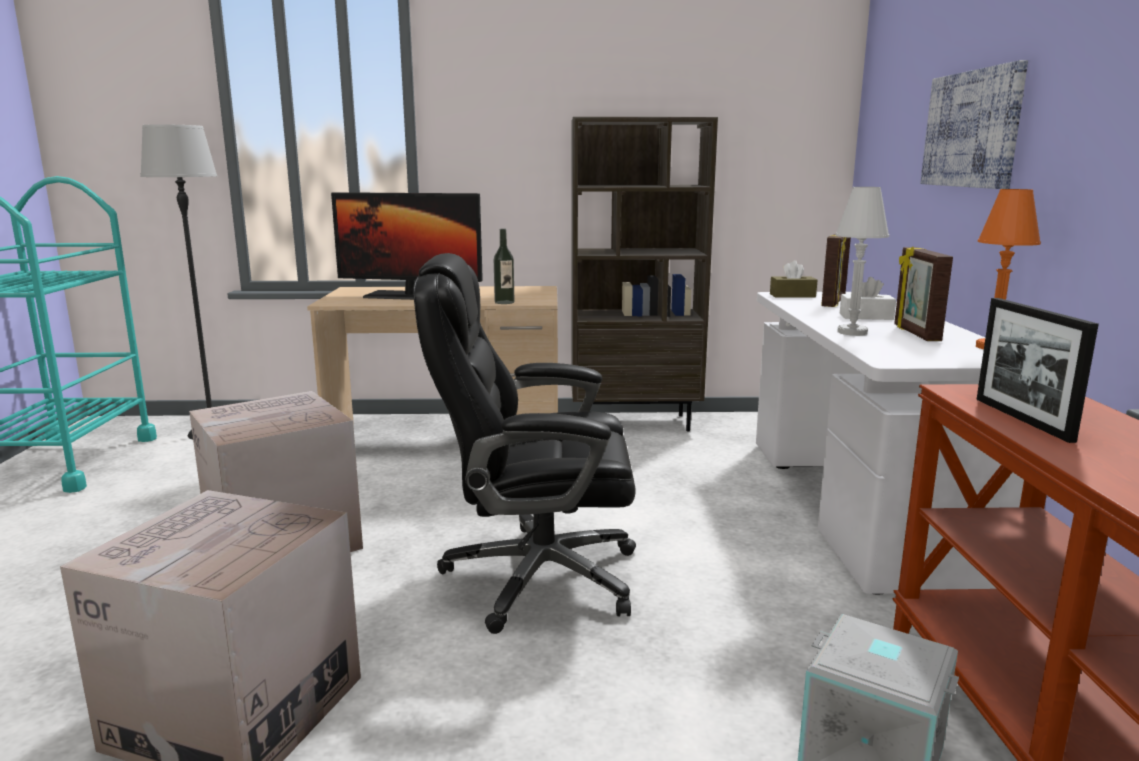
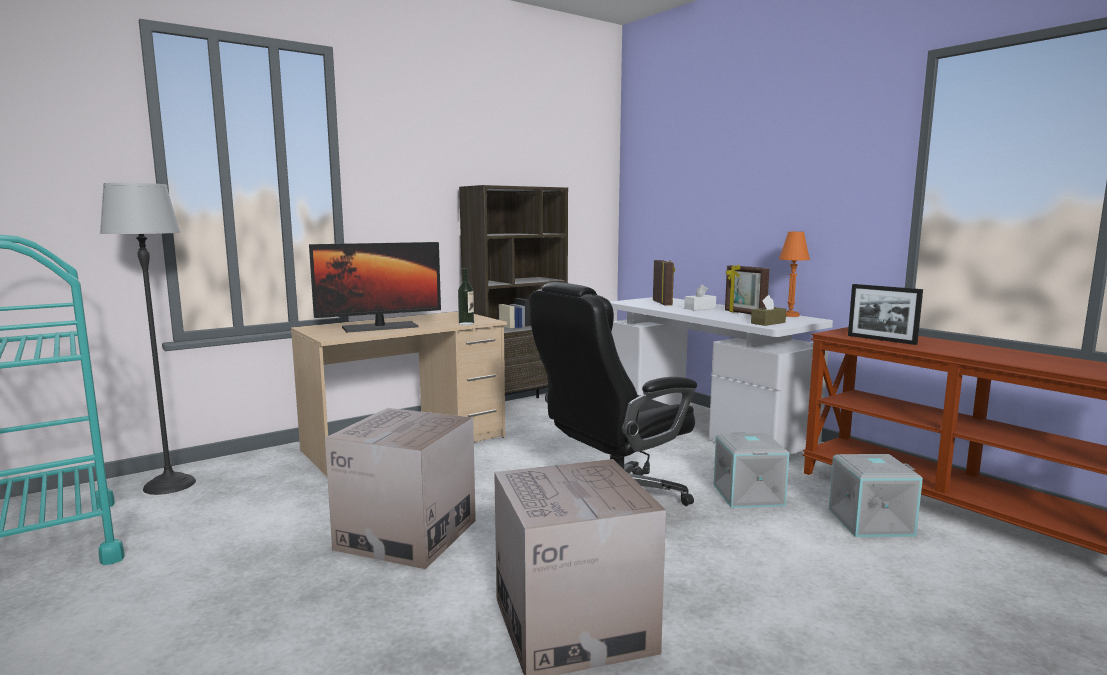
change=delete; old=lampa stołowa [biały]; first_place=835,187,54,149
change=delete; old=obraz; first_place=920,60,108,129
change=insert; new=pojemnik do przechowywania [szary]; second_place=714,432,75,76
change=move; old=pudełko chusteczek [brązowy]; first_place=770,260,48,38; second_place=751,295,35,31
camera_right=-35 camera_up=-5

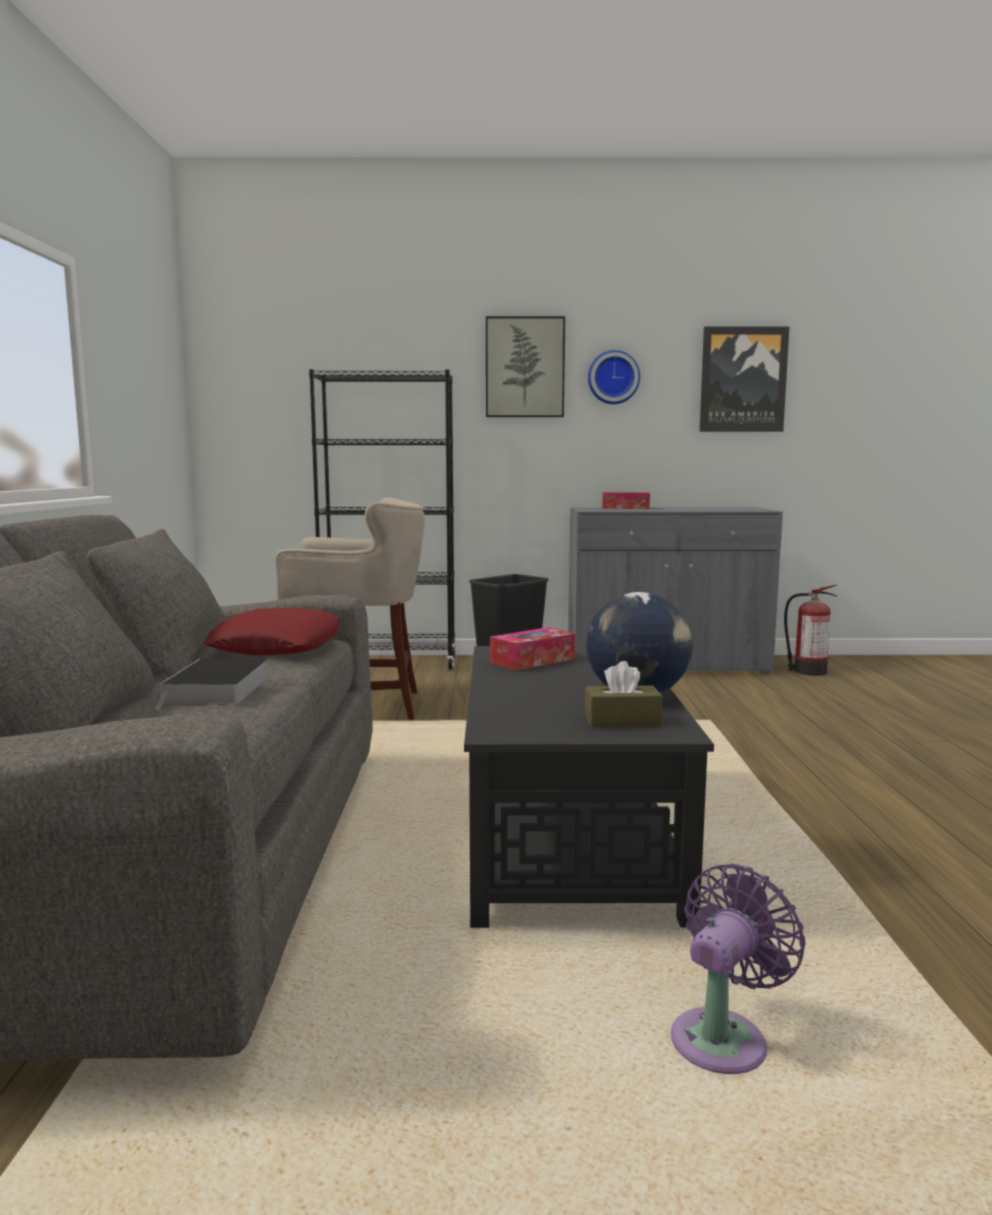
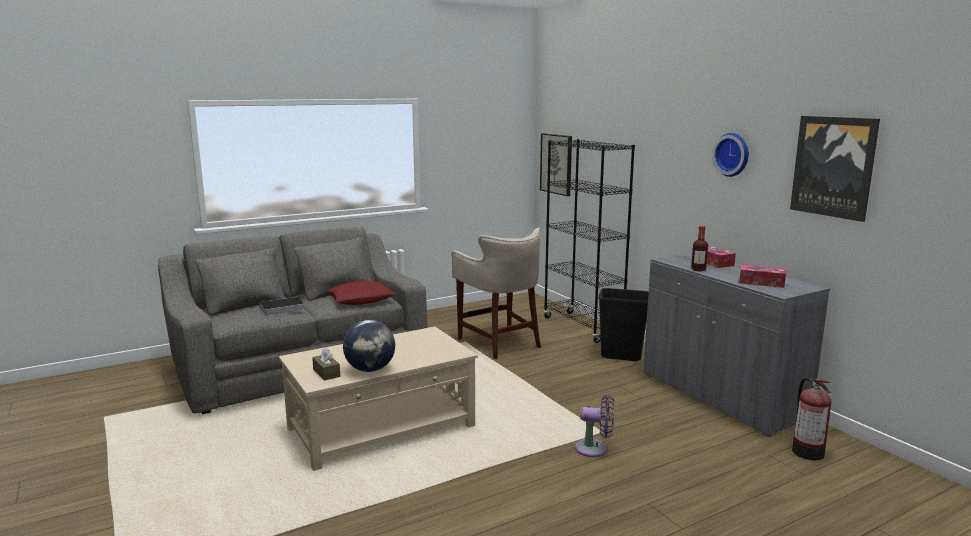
change=insert; new=butelka; second_place=691,226,17,45
change=move; old=obraz; first_place=486,316,79,101; second_place=540,133,32,63
change=move; old=pudełko chusteczek; first_place=490,627,85,44; second_place=739,265,47,23
change=move; old=wentylator [fioletowy]; first_place=671,864,135,210; second_place=575,395,39,62
change=recolor; old=ława [czarny]; new=ława [beżowy]; first_place=464,646,250,282; second_place=279,327,199,144
camera_right=60 camera_up=5

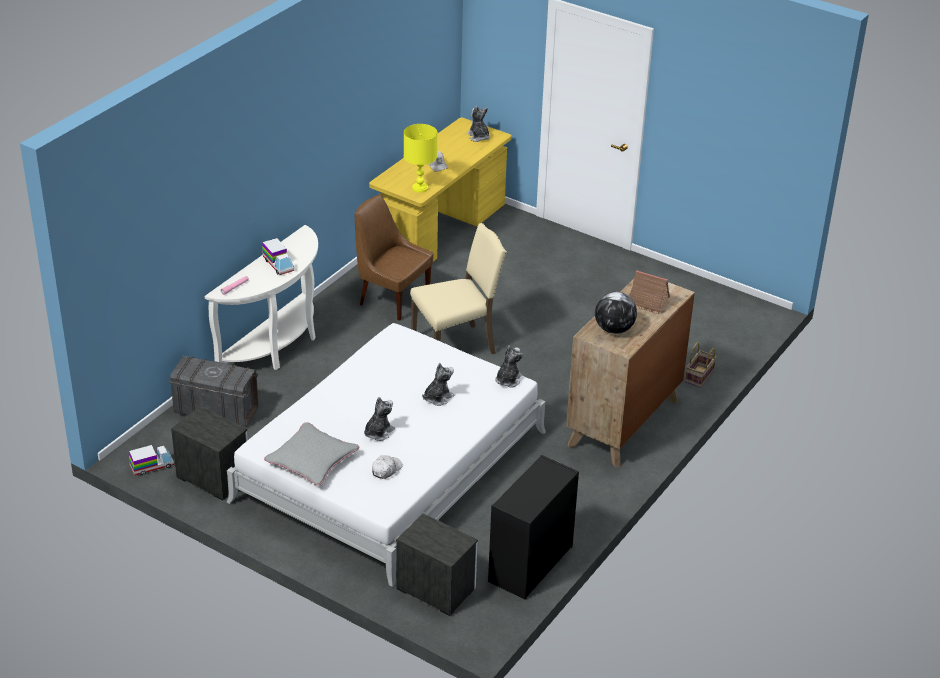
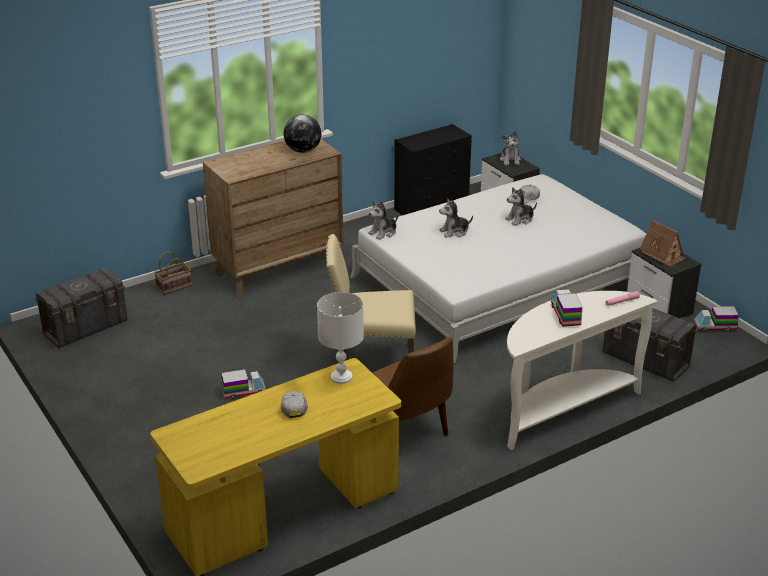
change=delete; old=poduszka [szary]; first_place=264,422,95,63
change=insert; new=pojemnik do przechowywania [szary]; second_place=35,267,93,81
change=insert; new=ciężarówka zabawkowa; second_place=221,369,45,30
change=move; old=pluszak; first_place=467,106,23,36; second_place=500,131,21,34
change=move; old=domek; first_place=628,270,42,44; second_place=640,220,46,46
change=recolor; old=lampa stołowa [żółty]; new=lampa stołowa [biały]; first_place=404,124,33,69; second_place=317,292,47,92
camera_right=-155 camera_up=-5

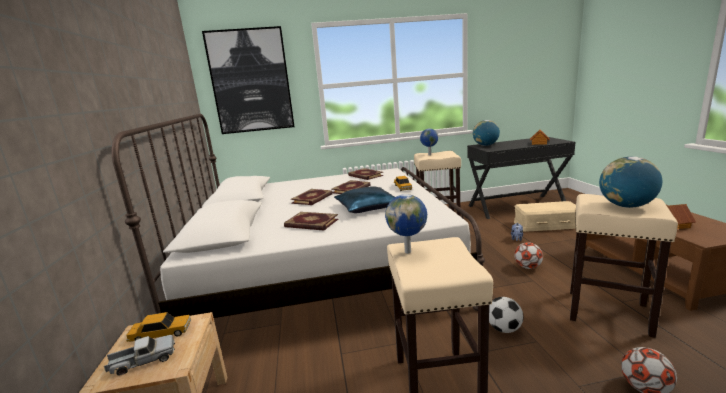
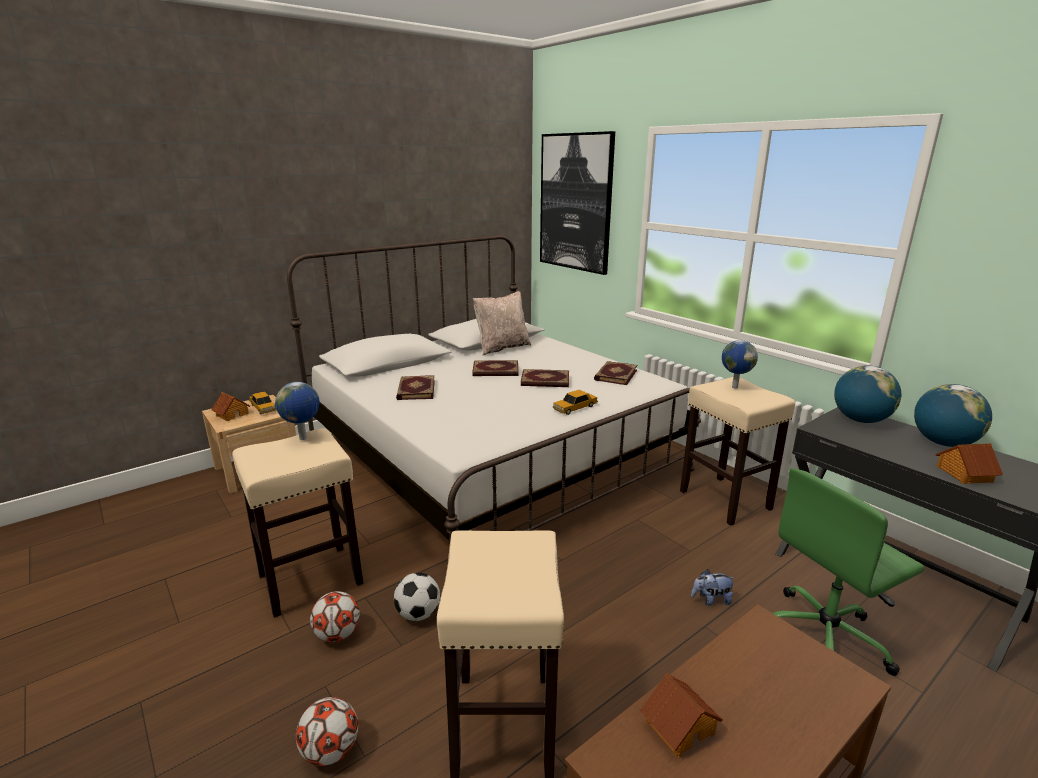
change=delete; old=poduszka [niebieski]; first_place=334,186,61,27
change=insert; new=poduszka [beżowy]; second_place=473,291,58,64
change=move; old=piłka futbolowa; first_place=514,242,29,27; second_place=310,591,50,51
change=move; old=globus; first_place=599,157,63,51; second_place=914,384,78,63
change=replace; old=ciężarówka zabawkowa; new=domek; first_place=104,335,71,41; second_place=211,392,39,29
change=replace; old=pojemnik do przechowywania [beżowy]; new=krzesło biurowe [zielony]; first_place=514,201,62,31; second_place=773,468,152,208
camera_right=60 camera_up=5

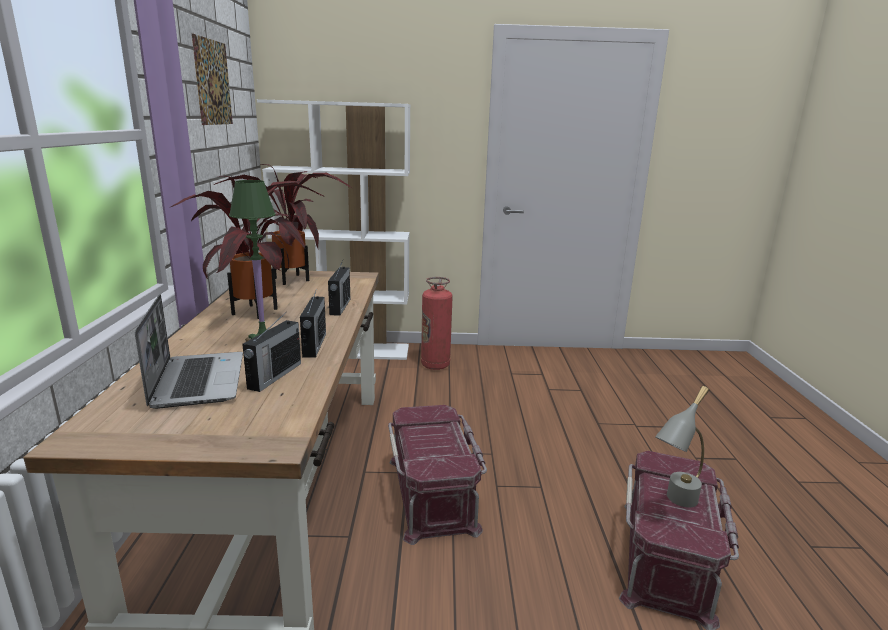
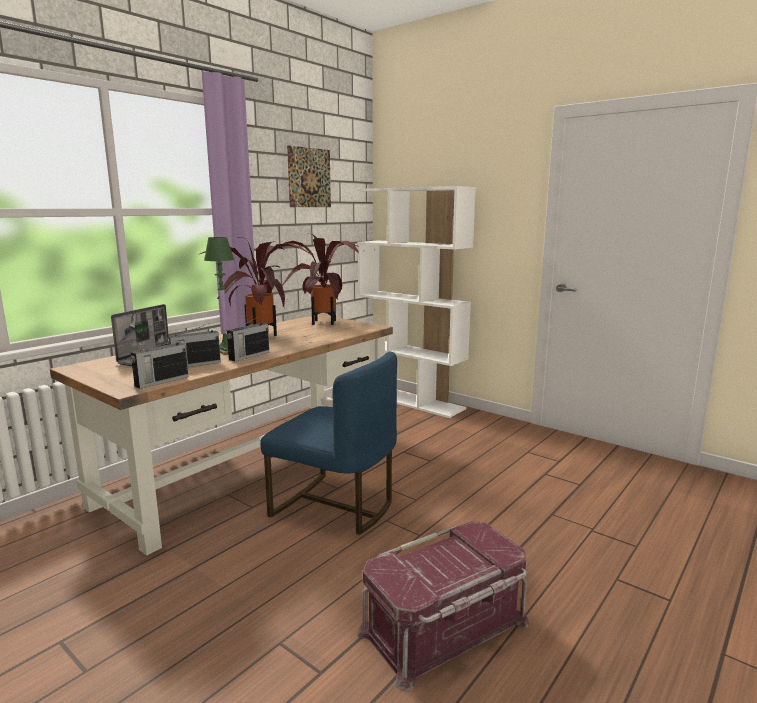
change=delete; old=gaśnica; first_place=421,277,32,93
change=delete; old=lampa stołowa [szary]; first_place=655,386,54,122
change=move; old=radio; first_place=328,261,22,55; second_place=130,335,58,54
change=replace; old=pojemnik do przechowywania [czerwony]; new=krzesło [niebieski]; first_place=388,405,99,140; second_place=260,352,137,183
camera_right=40 camera_up=-5

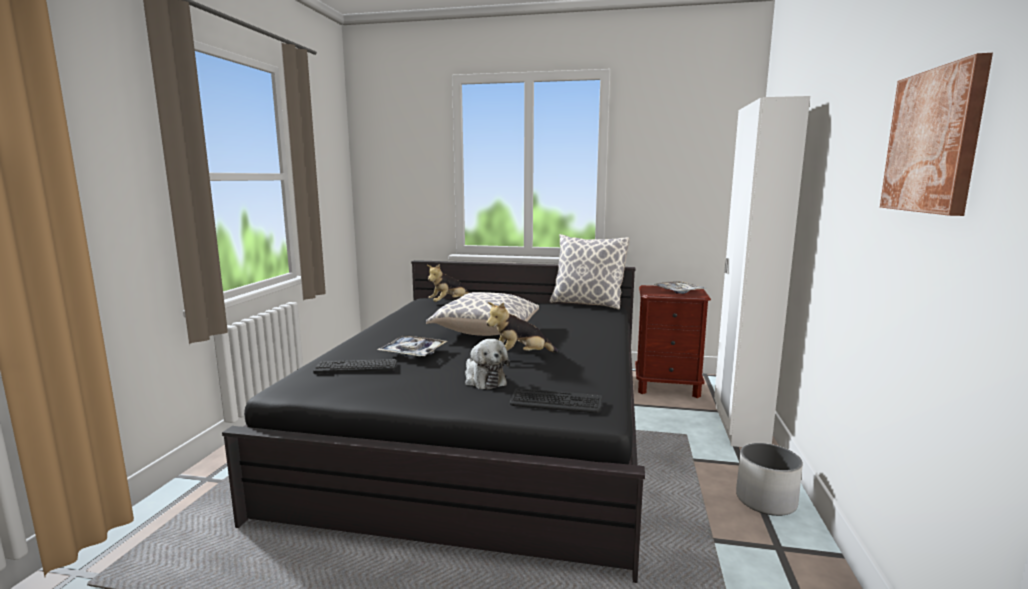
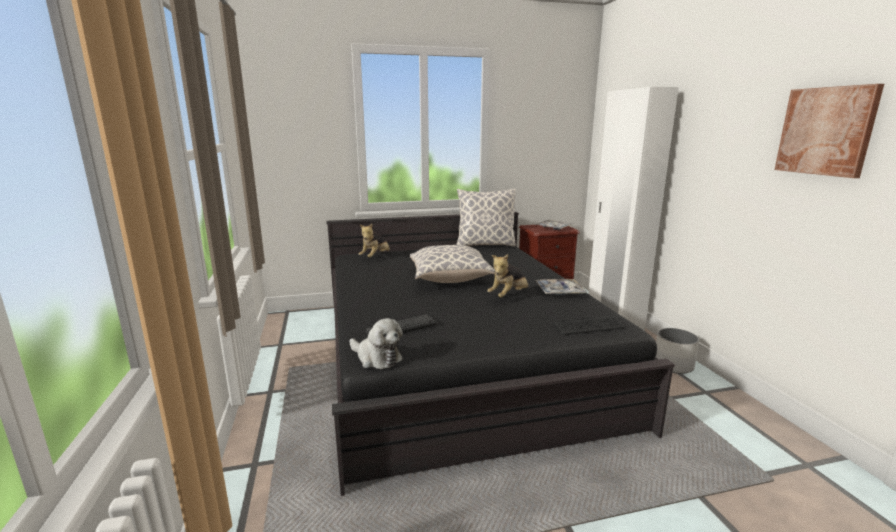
change=move; old=taca; first_place=377,336,70,21; second_place=535,279,52,16
change=move; old=pluszak; first_place=465,339,45,51; second_place=350,318,53,51
camera_right=-25 camera_up=5

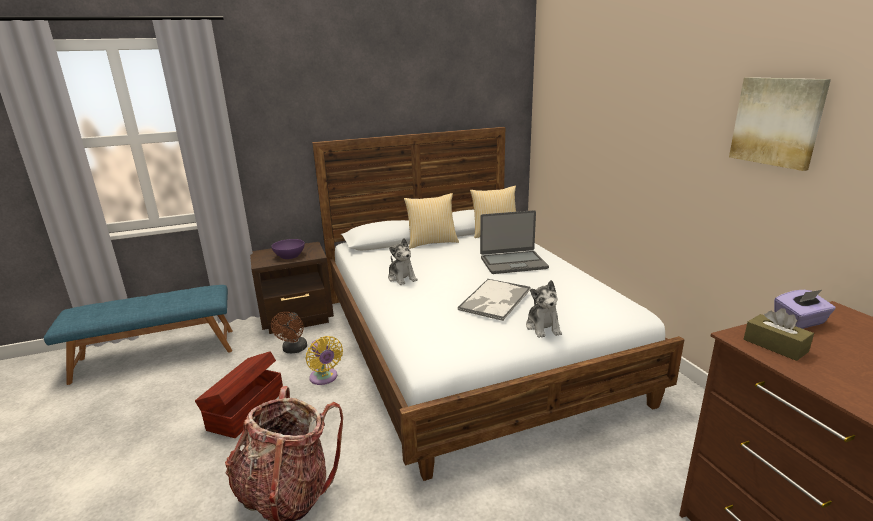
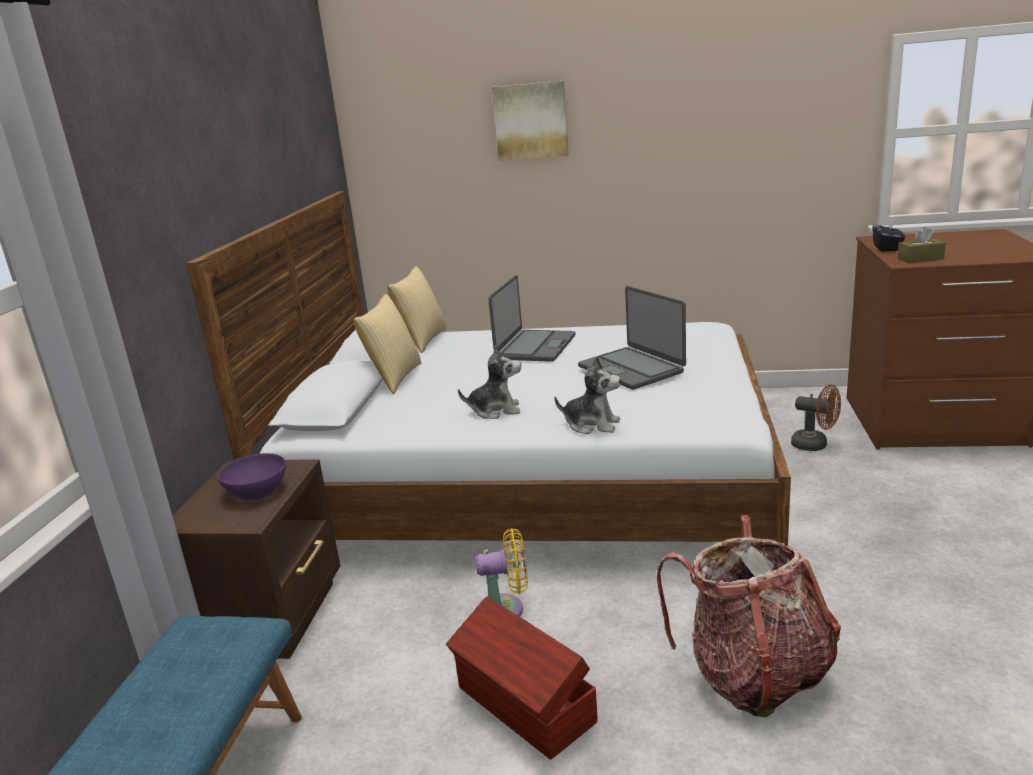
change=move; old=wentylator [brązowy]; first_place=271,312,36,41; second_place=791,384,50,67
change=move; old=pluszak; first_place=526,280,36,58; second_place=554,356,67,78
change=move; old=obraz; first_place=729,77,102,94; second_place=492,81,76,80
change=replace; old=taca; new=laptop; first_place=458,279,73,42; second_place=578,286,108,104
change=recolor; old=pudełko chusteczek [fioletowy]; new=pudełko chusteczek [czarny]; first_place=774,290,62,39; second_place=872,218,33,33
camera_right=-60 camera_up=0

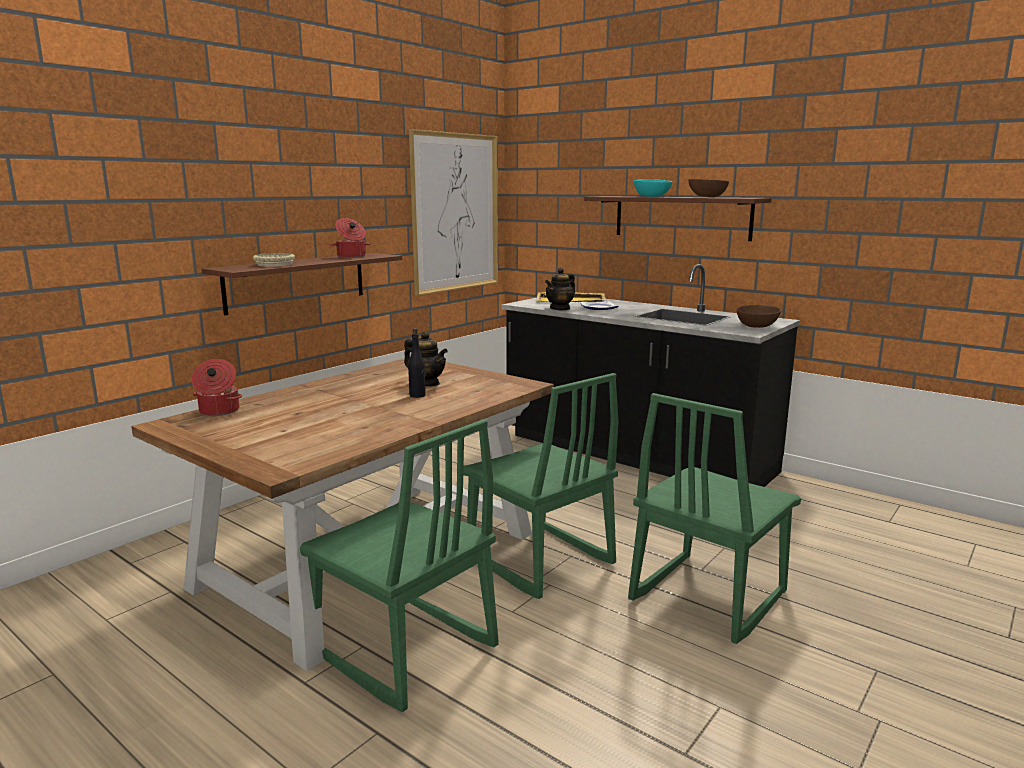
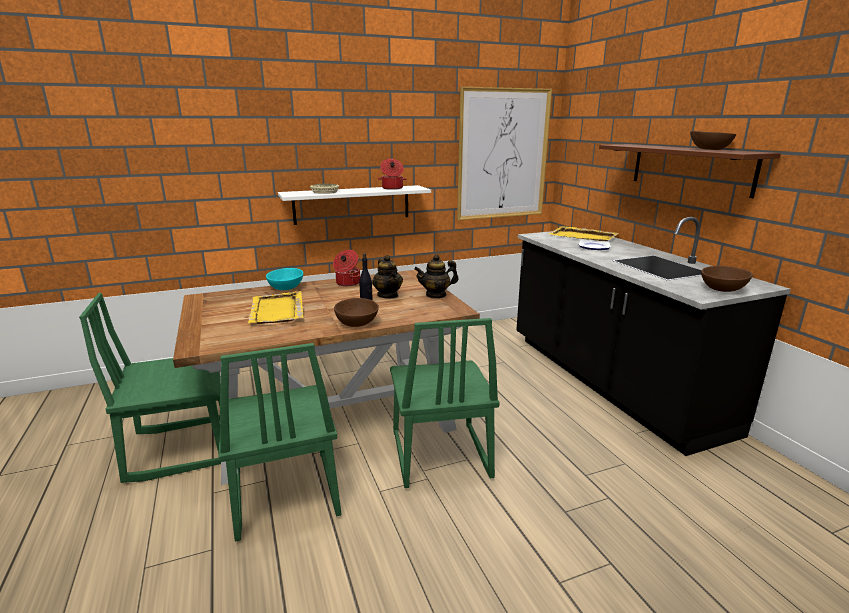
change=insert; new=taca [żółty]; second_place=248,291,55,33
change=insert; new=miska [brązowy]; second_place=334,298,45,29
change=move; old=garnek; first_place=192,359,50,57; second_place=333,250,27,36
change=move; old=imbryk; first_place=545,267,30,44; second_place=414,254,44,45
change=move; old=krzesło [zielony]; first_place=628,393,173,251; second_place=79,293,142,190
change=move; old=miska [turkusowy]; first_place=634,179,39,18; second_place=266,268,37,22
change=recolor; old=półka [brązowy]; new=półka [biały]; first_place=202,253,200,62; second_place=278,185,153,40
camera_right=30 camera_up=5

